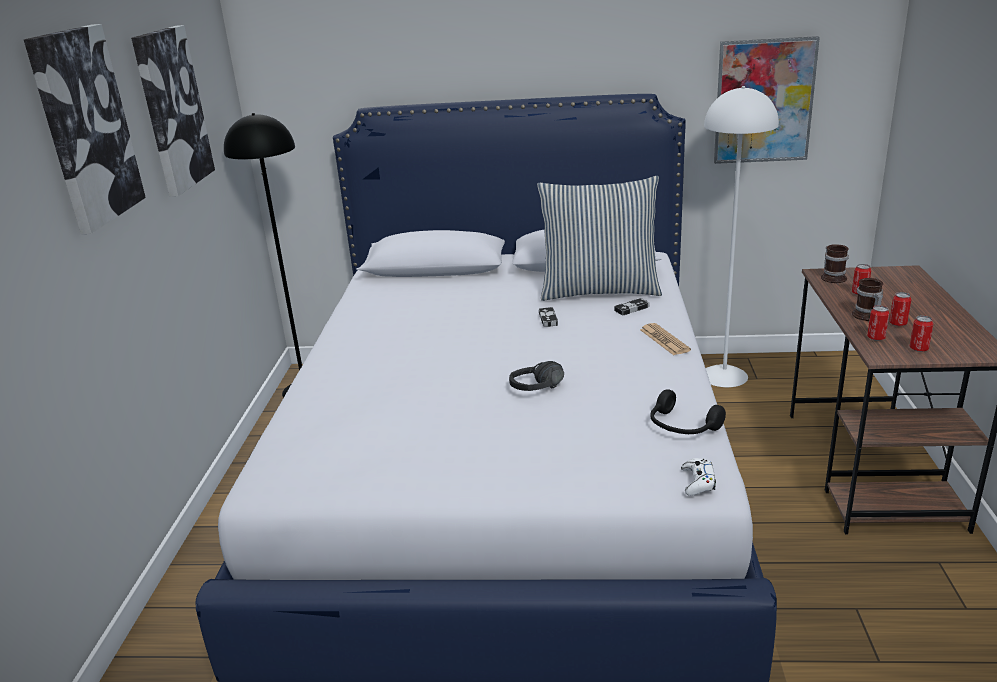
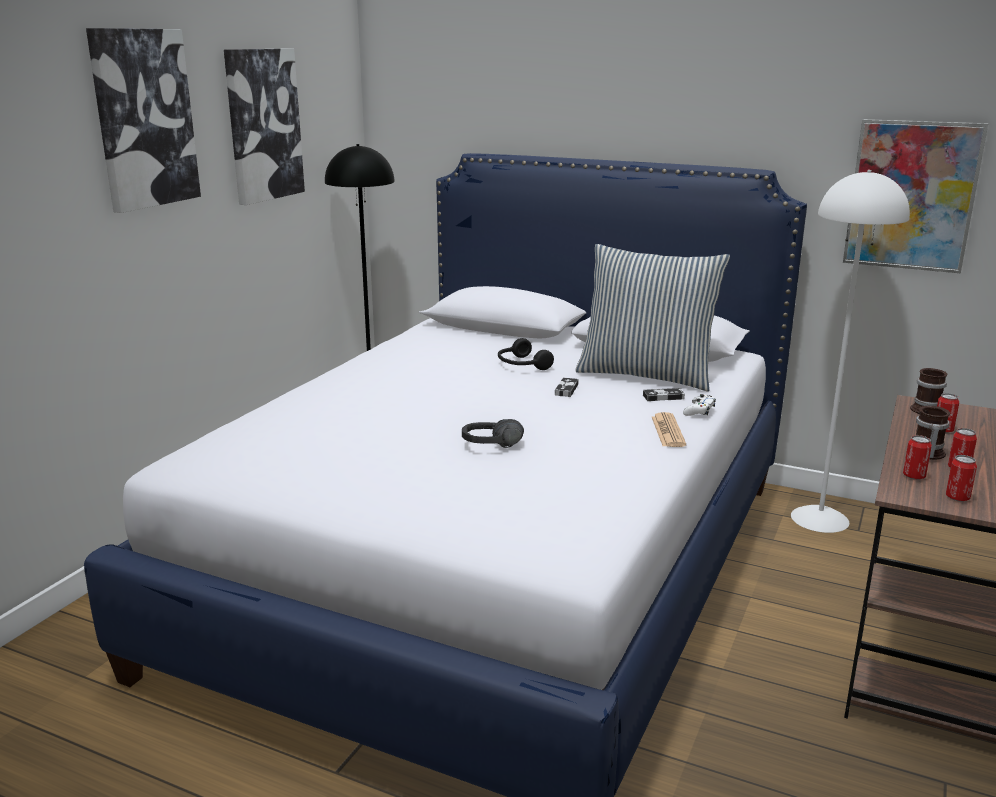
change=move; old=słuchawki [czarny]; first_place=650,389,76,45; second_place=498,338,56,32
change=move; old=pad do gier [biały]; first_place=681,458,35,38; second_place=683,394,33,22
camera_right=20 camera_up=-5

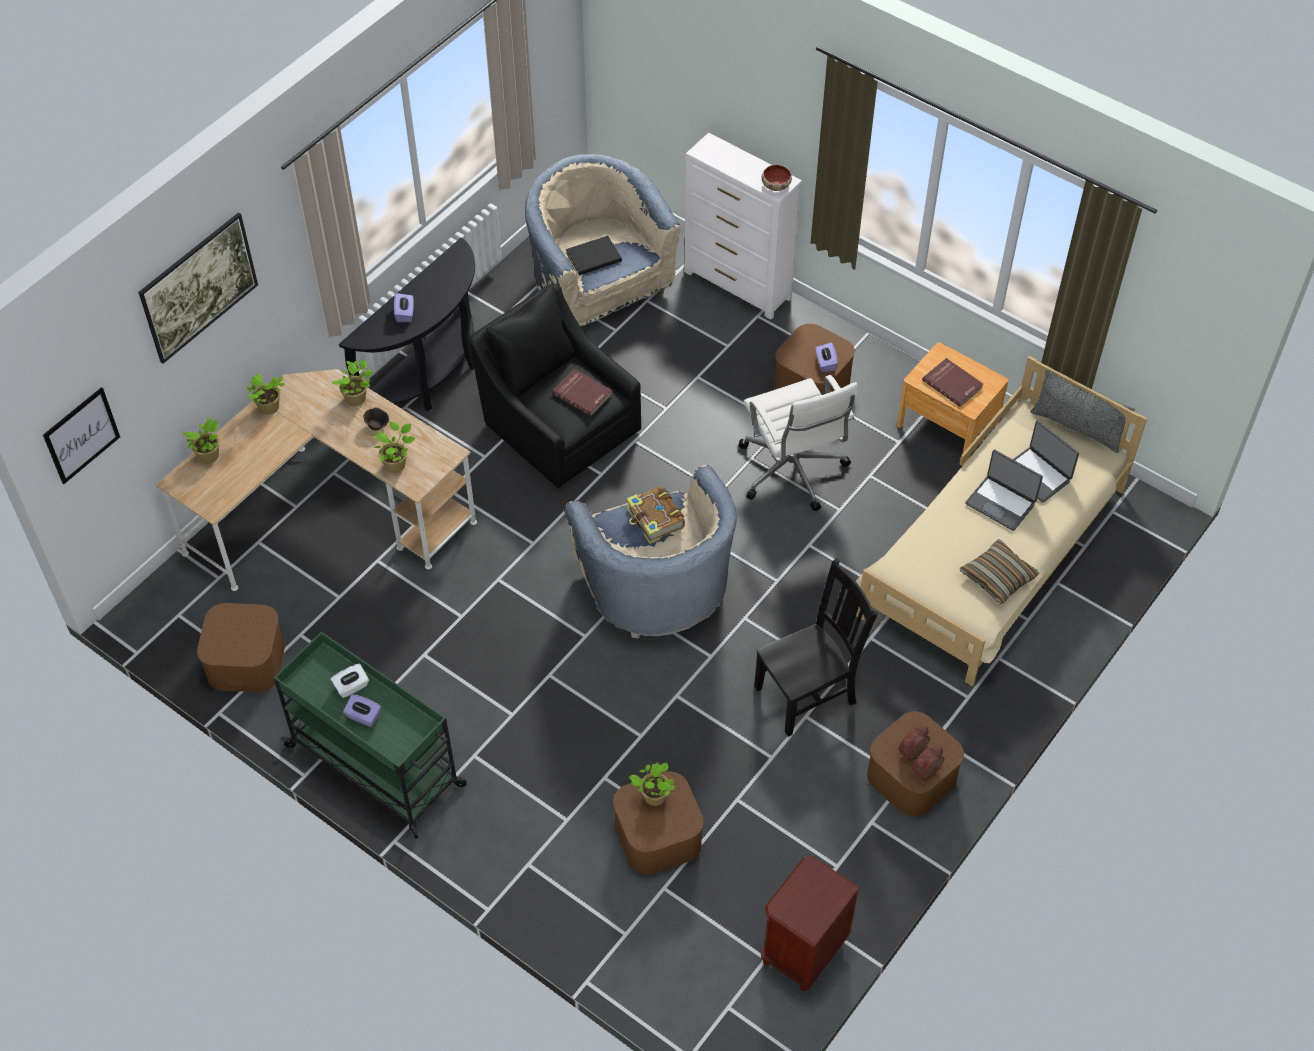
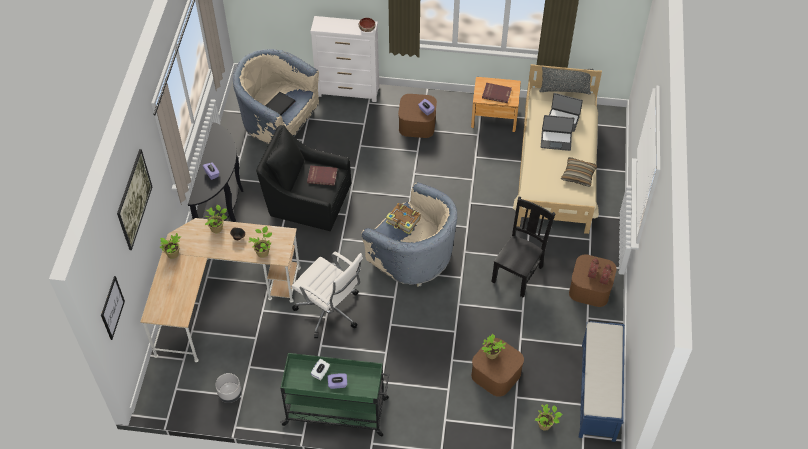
change=move; old=roślina doniczkowa; first_place=183,417,37,47; second_place=535,404,28,27
change=move; old=krzesło biurowe [biały]; first_place=738,375,120,136; second_place=291,251,72,87
change=replace; old=pojemnik do przechowywania [brązowy]; new=donica [szary]; first_place=197,603,88,89; second_place=215,373,27,30
change=replace; old=szafka nocna [brązowy]; new=ławka [niebieski]; first_place=760,856,100,135; second_place=579,321,46,121
camera_right=-30 camera_up=0

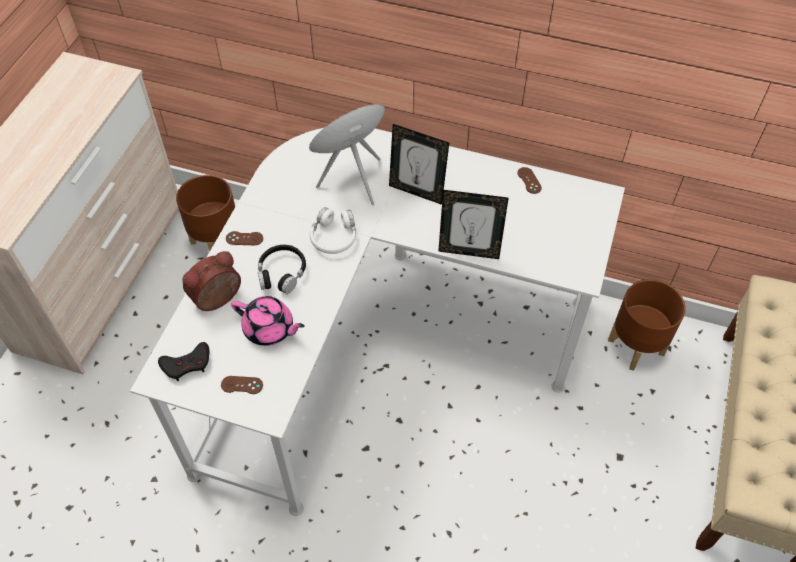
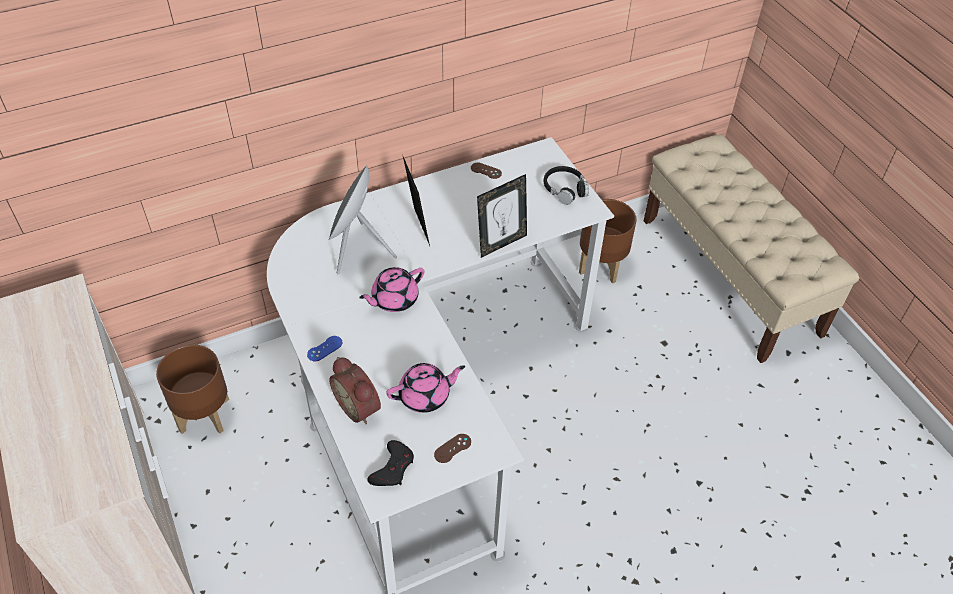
change=move; old=słuchawki [czarny]; first_place=258,245,48,49; second_place=544,166,45,39
change=replace; old=słuchawki [biały]; new=imbryk [różowy]; first_place=310,207,46,47; second_place=359,267,66,45
change=recolor; old=pad do gier [brązowy]; new=pad do gier [niebieski]; first_place=226,231,37,14; second_place=307,336,35,25
change=rotate; old=budzik; first_place=182,251,59,60; second_place=329,357,52,67; degrees=-45
change=rotate; old=ramka na zdjęcie; first_place=389,124,60,81; second_place=402,154,28,92; degrees=-90
camera_right=-45 camera_up=-5

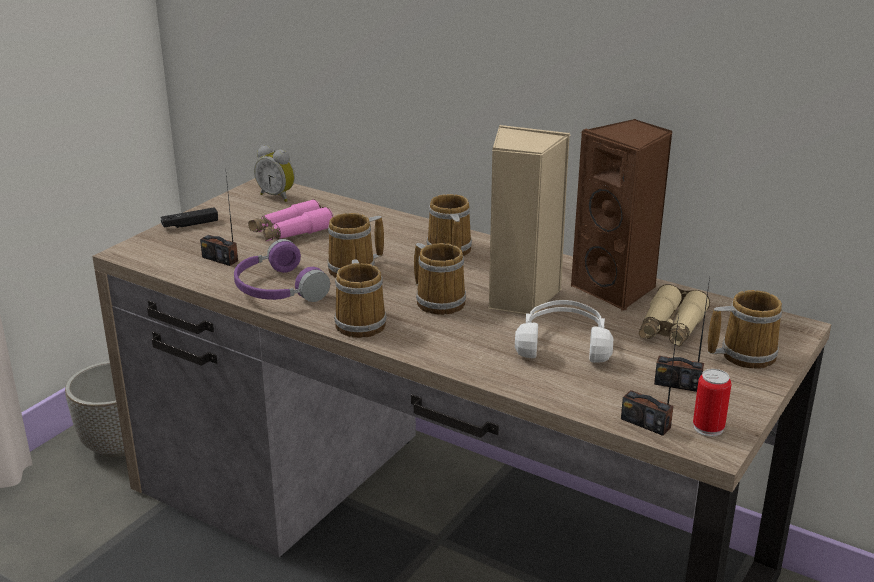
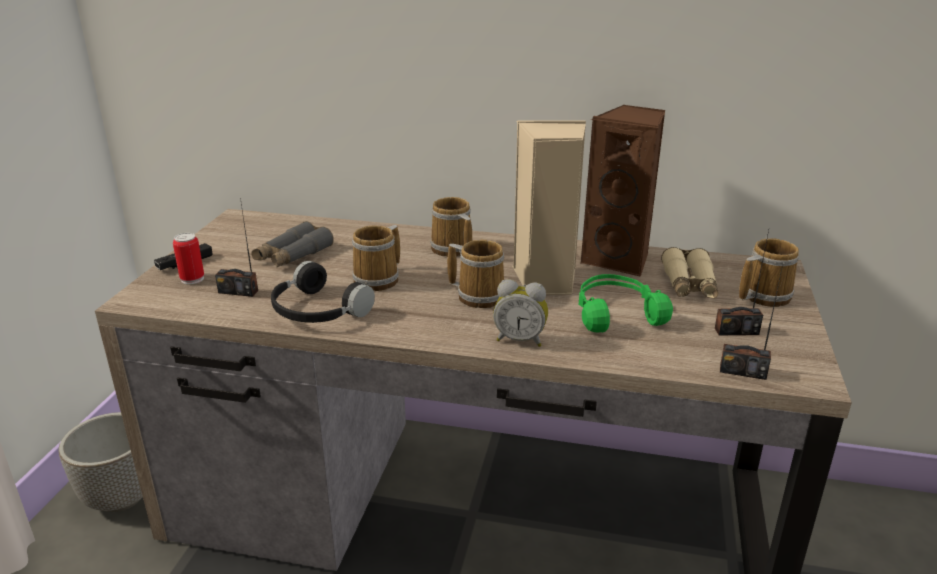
change=delete; old=kubek; first_place=334,259,53,79
change=move; old=budzik; first_place=254,145,41,57; second_place=493,279,55,68
change=move; old=puszka; first_place=693,369,38,67; second_place=173,233,31,51
change=recolor; old=słuchawki [fioletowy]; new=słuchawki [czarny]; first_place=234,239,96,63; second_place=271,261,104,62
change=recolor; old=lornetka [różowy]; new=lornetka [szary]; first_place=248,199,86,42; second_place=251,221,83,46
change=recolor; old=słuchawki [biały]; new=słuchawki [zielony]; first_place=515,300,98,63; second_place=579,274,94,58
camera_right=-20 camera_up=0

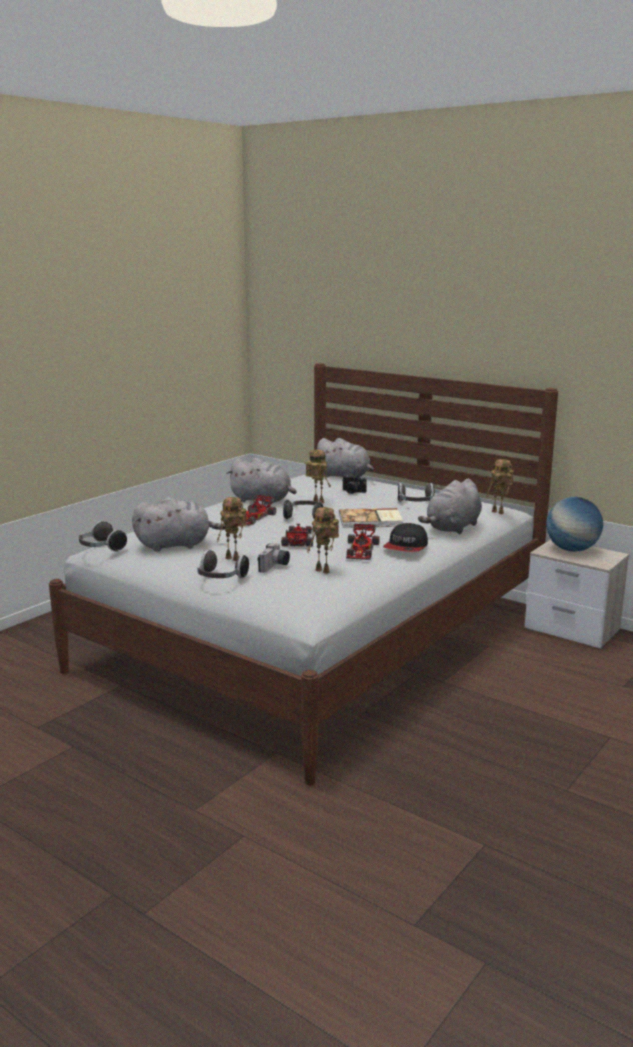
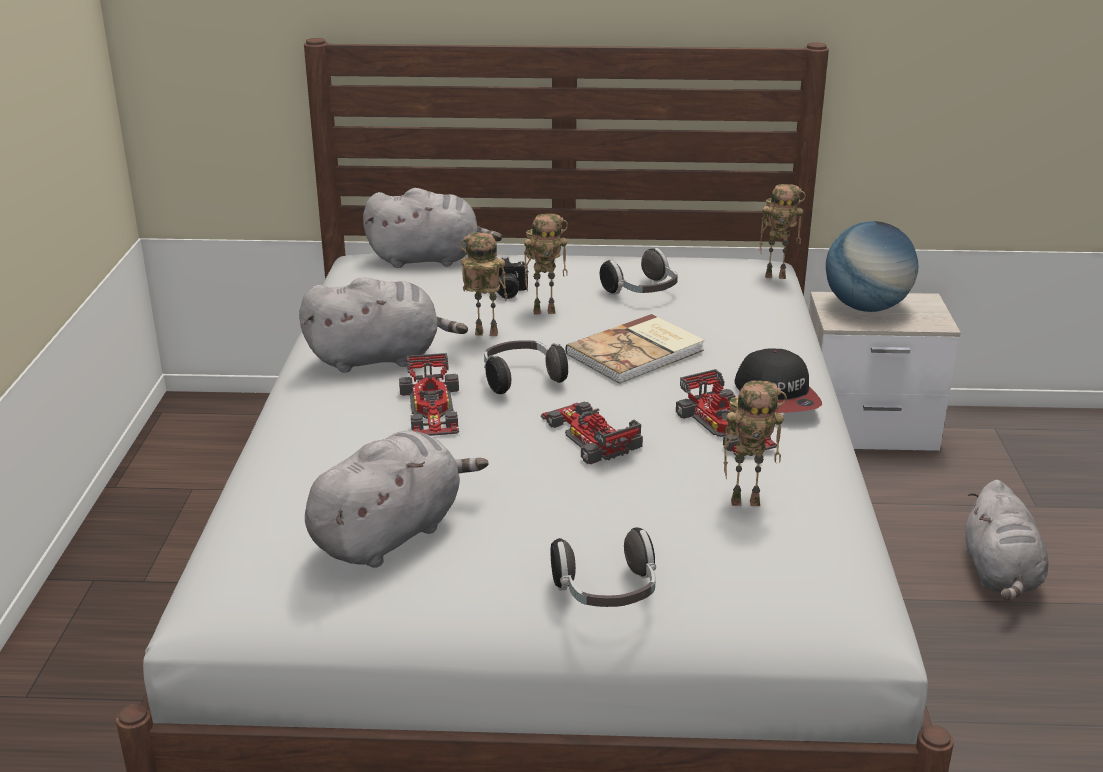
change=delete; old=słuchawki; first_place=79,521,48,31
change=delete; old=aparat fotograficzny; first_place=258,543,32,30
change=move; old=robot zabawkowy; first_place=217,497,30,64; second_place=524,214,44,101
change=move; old=pluszak [szary]; first_place=418,479,64,55; second_place=965,480,84,121
camera_right=-35 camera_up=10

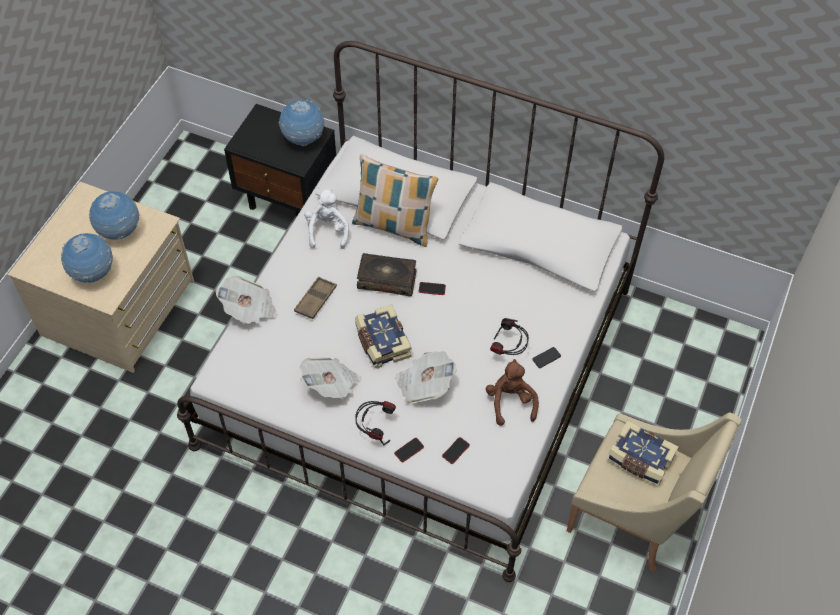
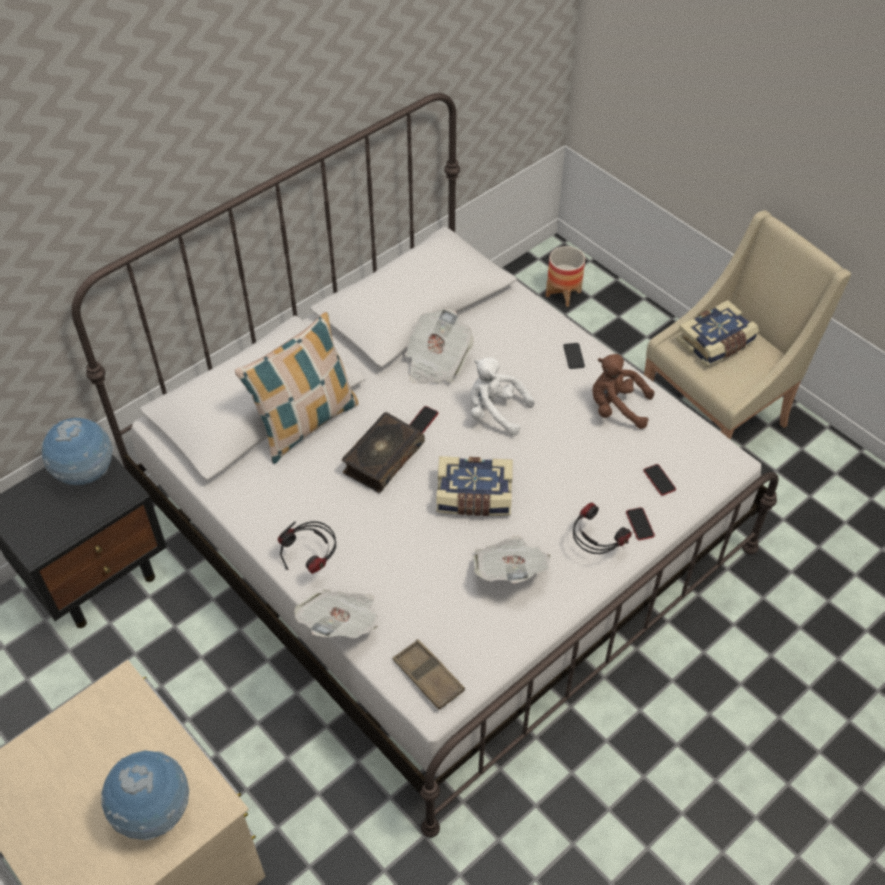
change=delete; old=globus; first_place=89,191,51,49
change=insert; new=donica; second_place=546,246,39,61
change=move; old=taca [brązowy]; first_place=294,277,43,42; second_place=393,639,72,71
change=move; old=pluszak [biały]; first_place=304,188,45,61; second_place=470,357,65,79
change=move; old=gazeta; first_place=395,351,61,52; second_place=405,308,69,76
change=move; old=słuchawki; first_place=490,318,39,37; second_place=278,521,58,53
camera_right=-65 camera_up=-5

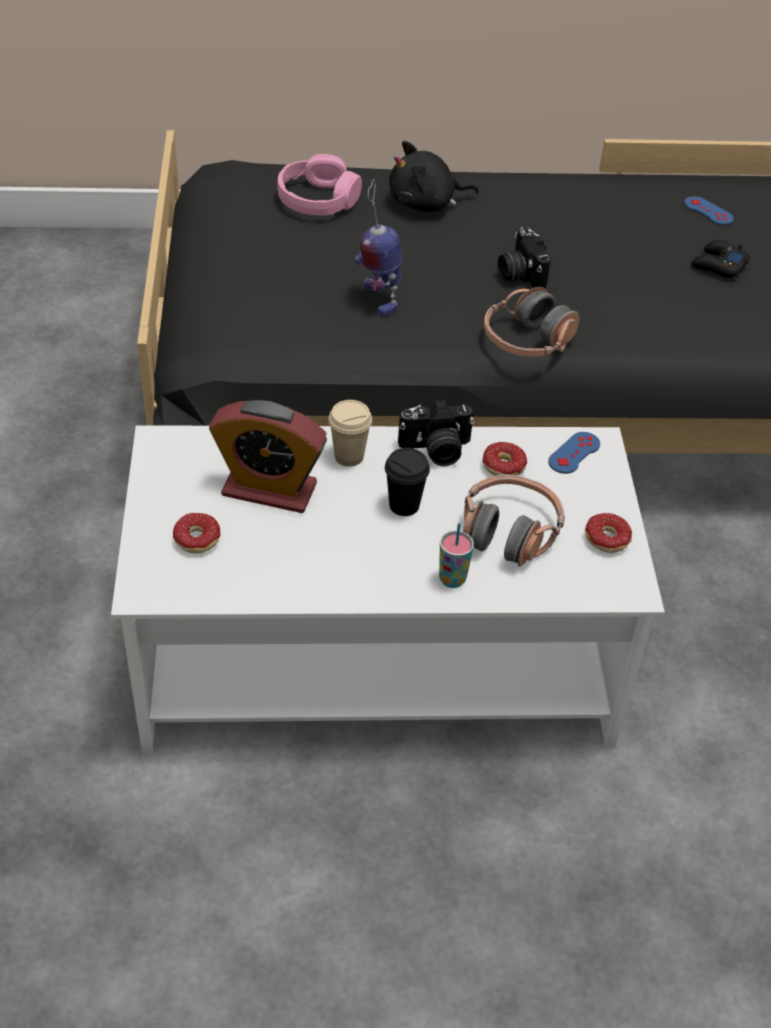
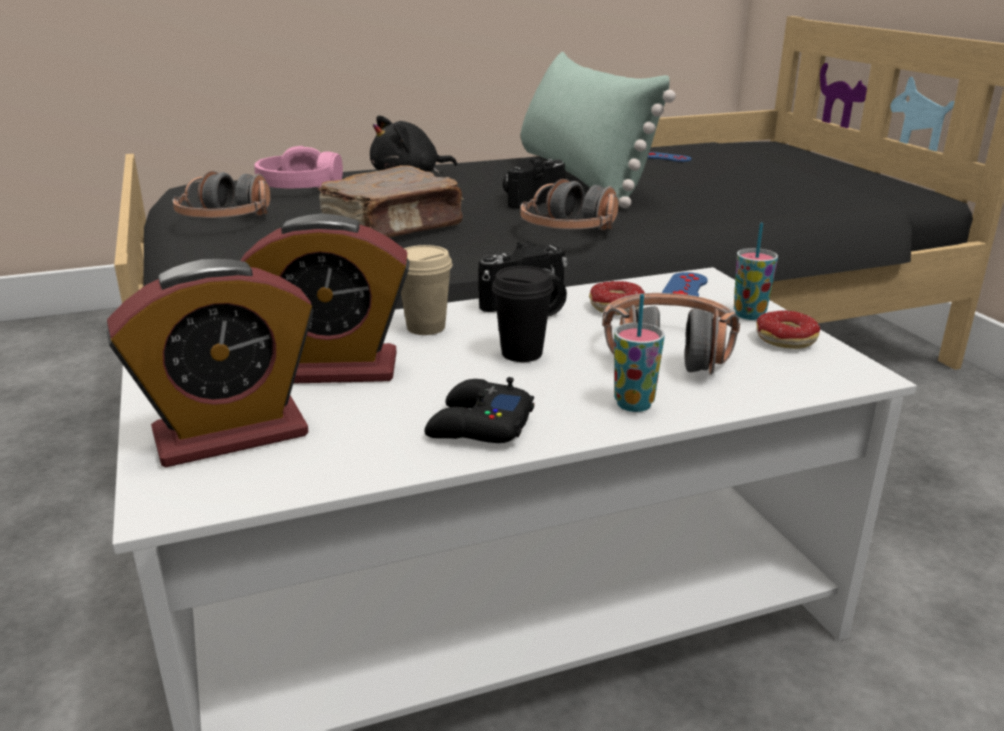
change=insert; new=słuchawki; second_place=173,171,98,47
change=insert; new=poduszka [zielony]; second_place=521,51,155,157
change=insert; new=filiżanka; second_place=734,223,44,97
change=move; old=pad do gier [czarny]; first_place=691,240,60,38; second_place=424,377,110,66
change=replace; old=donut; new=budzik; first_place=155,513,65,41; second_place=107,259,207,208
change=replace; old=robot zabawkowy; new=książka [brązowy]; first_place=355,179,48,138; second_place=318,165,146,73
change=rotate; old=aparat fotograficzny; first_place=498,226,53,63; second_place=503,157,62,51; degrees=90
camera_right=-15 camera_up=-20

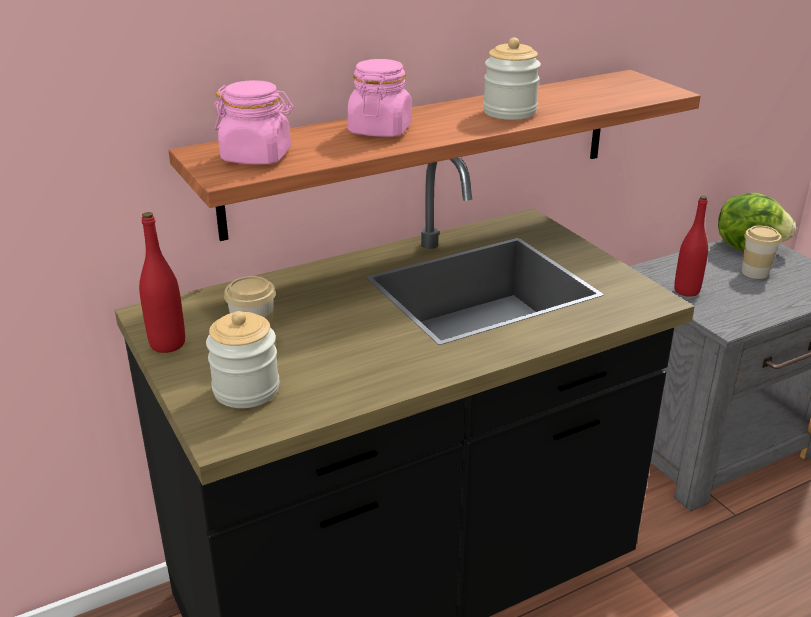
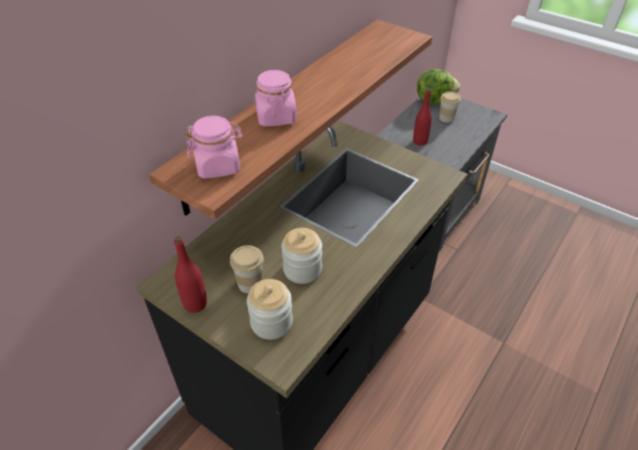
change=move; old=słoik; first_place=483,38,58,82; second_place=281,228,41,56
camera_right=-25 camera_up=15

